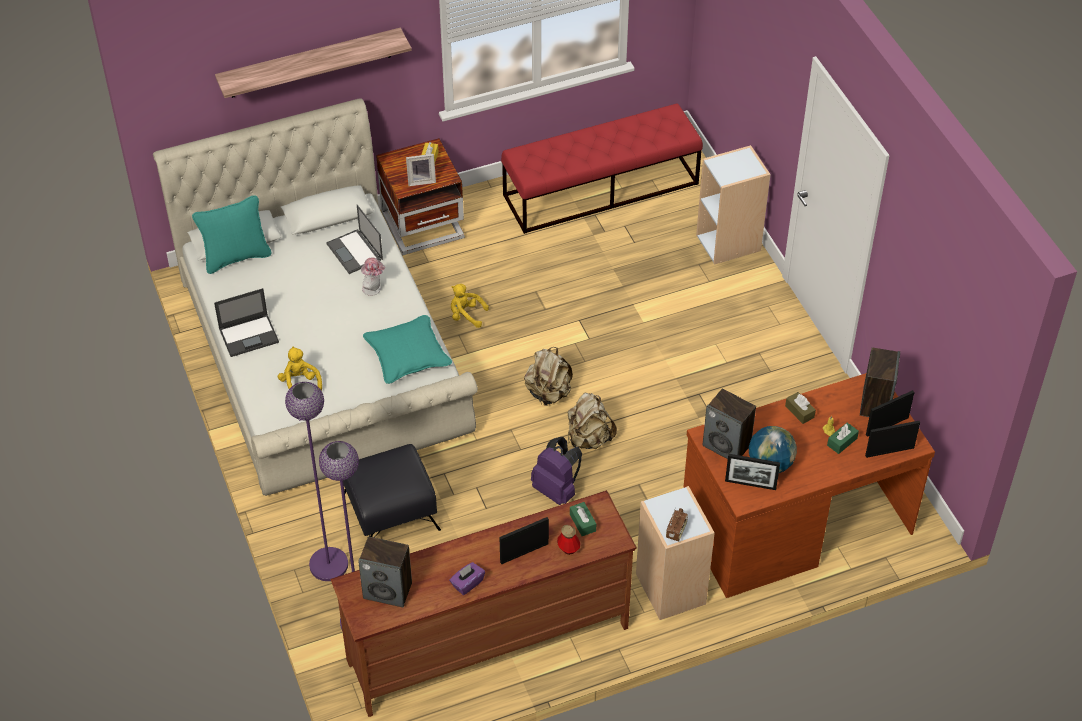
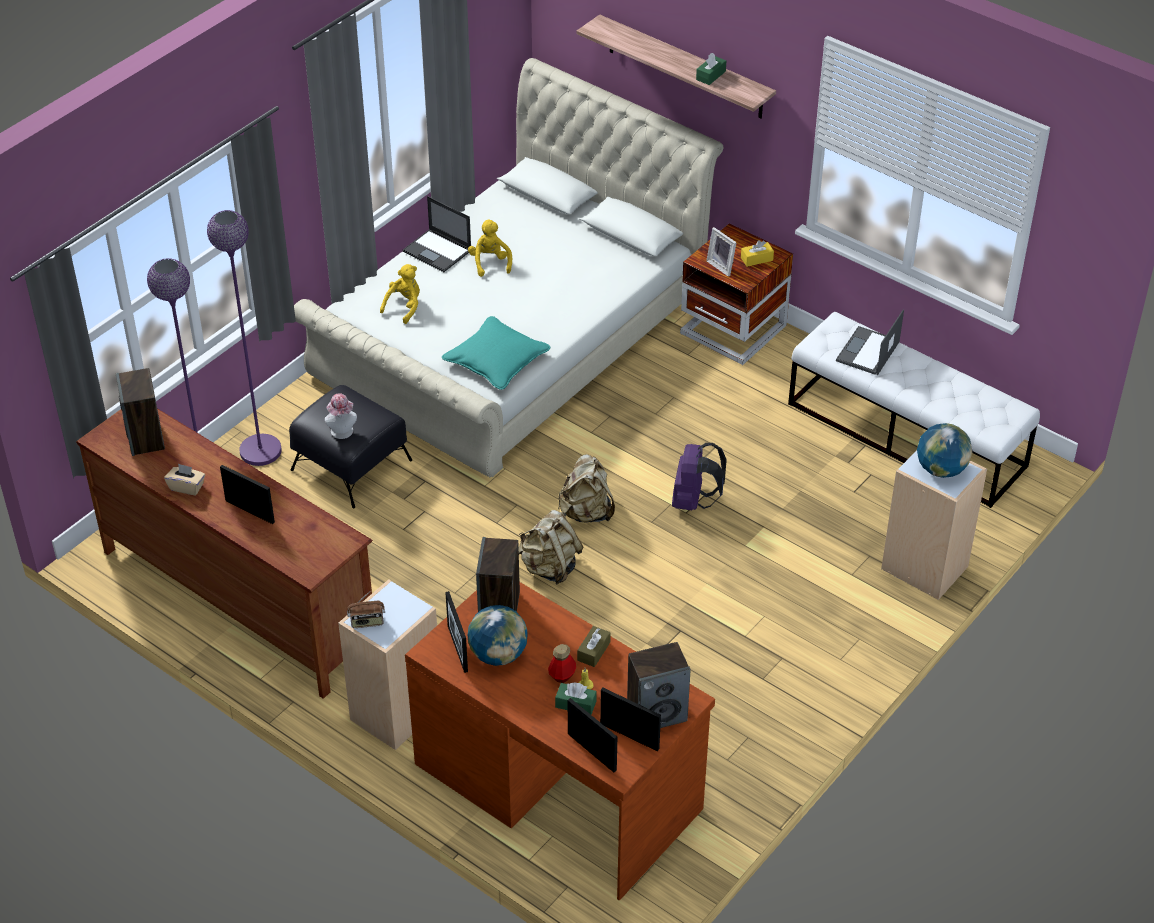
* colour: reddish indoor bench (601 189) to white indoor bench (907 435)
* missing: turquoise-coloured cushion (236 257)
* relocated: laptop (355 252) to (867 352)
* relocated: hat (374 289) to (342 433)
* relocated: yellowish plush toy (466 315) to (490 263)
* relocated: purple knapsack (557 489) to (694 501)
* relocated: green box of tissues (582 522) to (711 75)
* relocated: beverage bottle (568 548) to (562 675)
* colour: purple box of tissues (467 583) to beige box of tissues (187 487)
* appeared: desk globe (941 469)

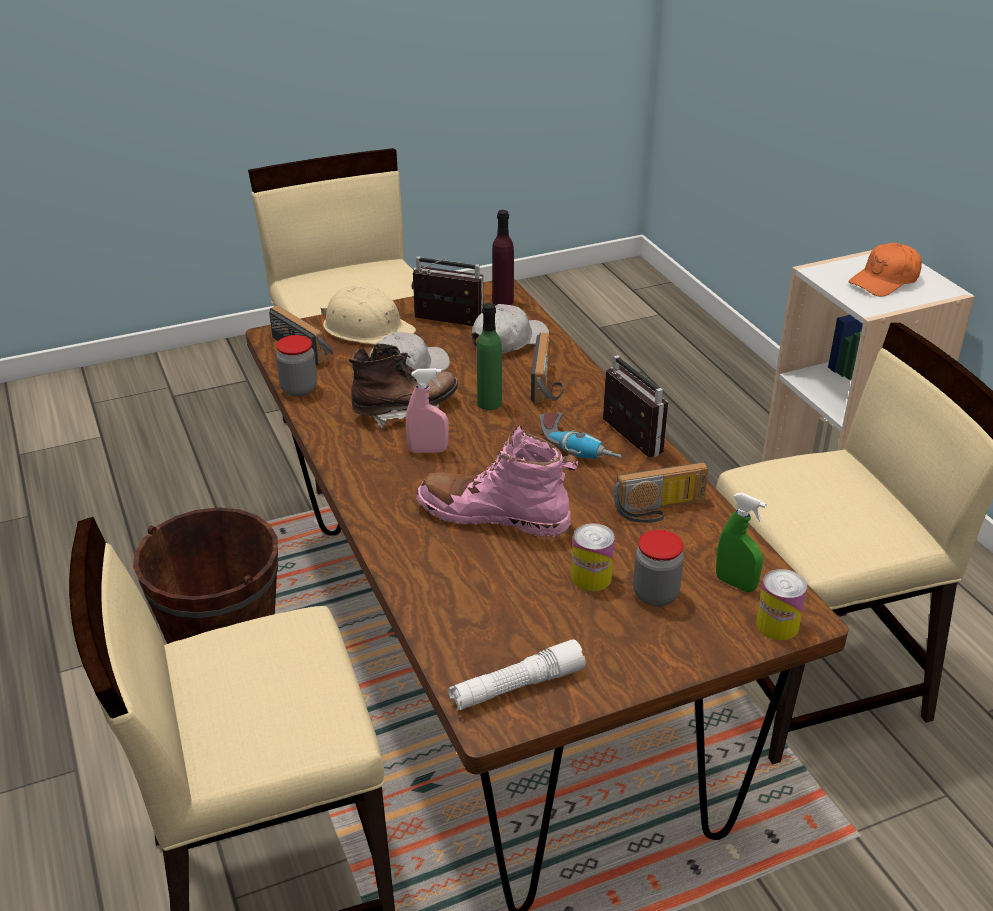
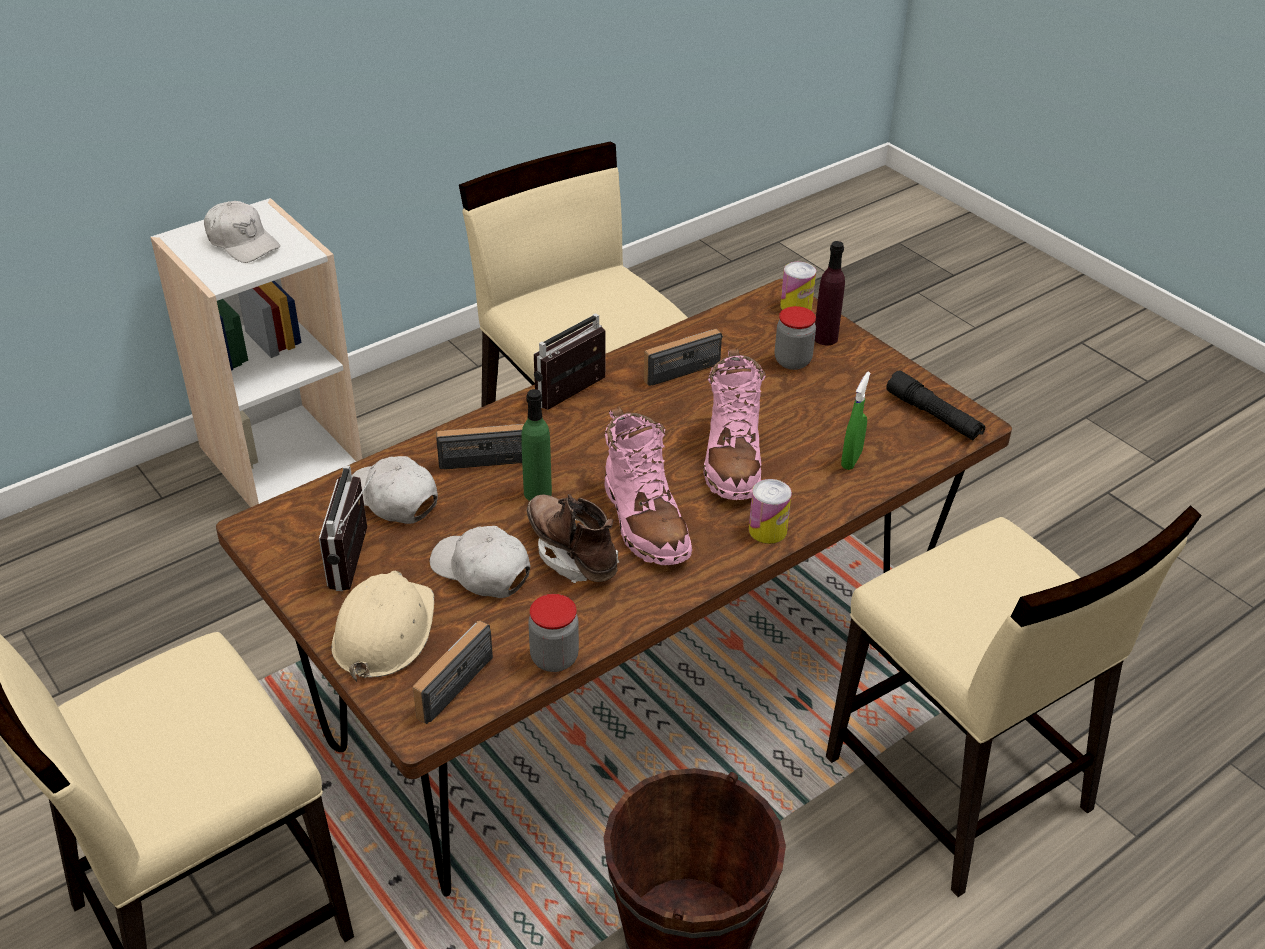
* relocated: purple beverage bottle (502 301) to (825 338)
* colour: orange-coloured peaked cap (885 281) to white peaked cap (242 242)
* exchanged: pink hand sprayer (428 450) to pink boot (644 521)
* missing: electric drill (578 447)
* spun: radio receiver (660 510) = (680 367) 90 degrees counterclockwise
* relocated: green hand sprayer (735 583) to (851 459)
* relocated: sealed can (591 577) to (767 530)
* colour: white flashlight (516 687) to black flashlight (933 416)

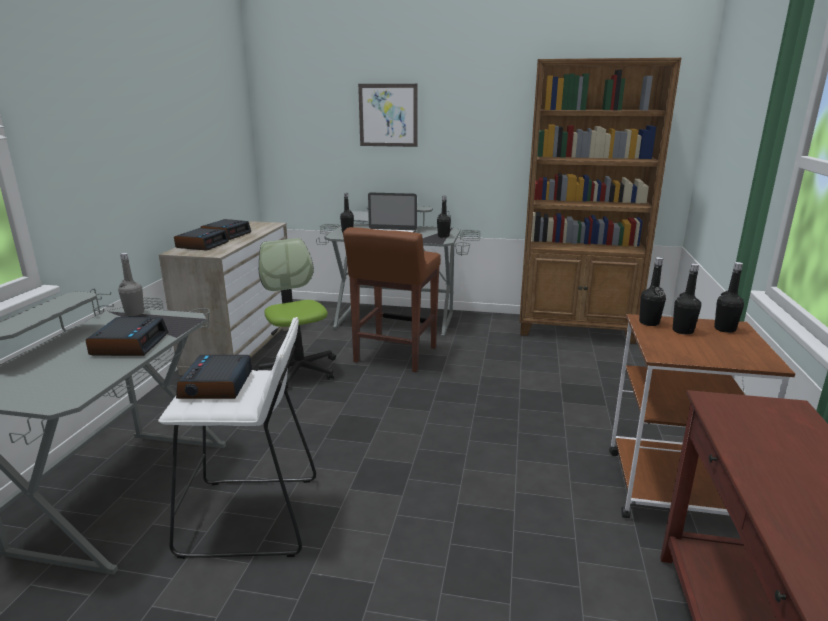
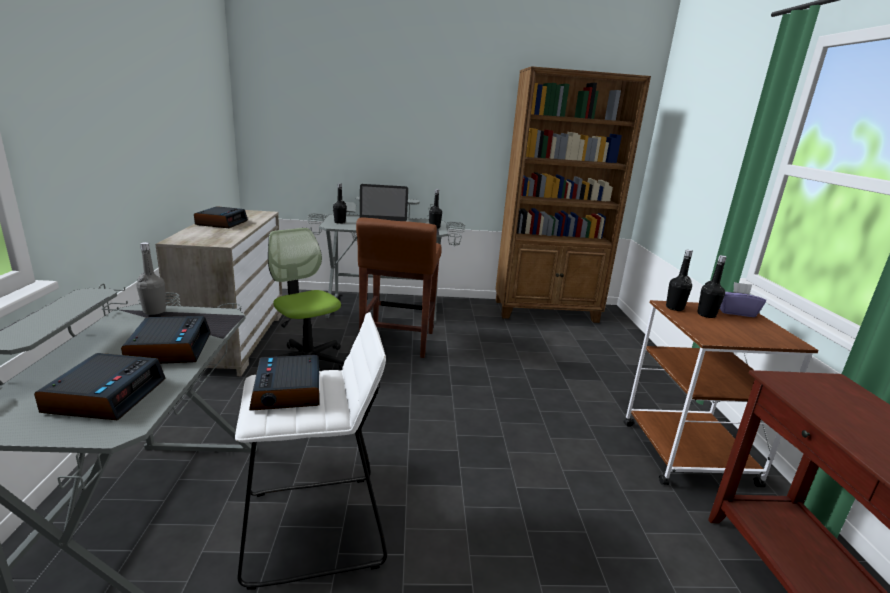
* missing: picture (388 115)
* relocated: table clock (202 244) to (106 395)
* exchanged: black beverage bottle (724 329) to purple box of tissues (735 312)

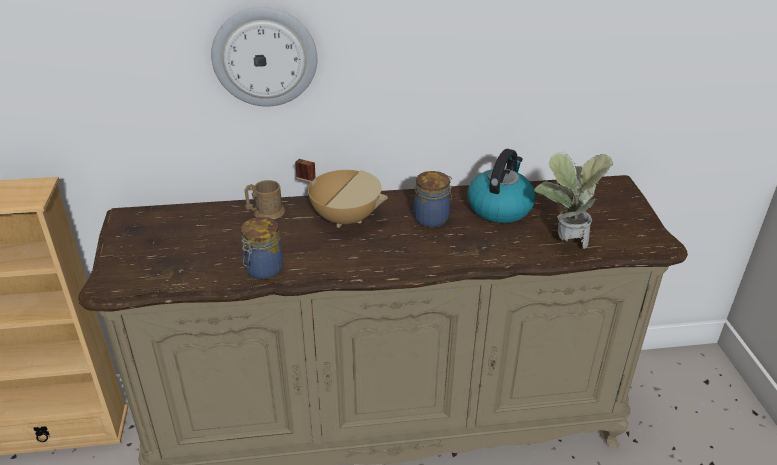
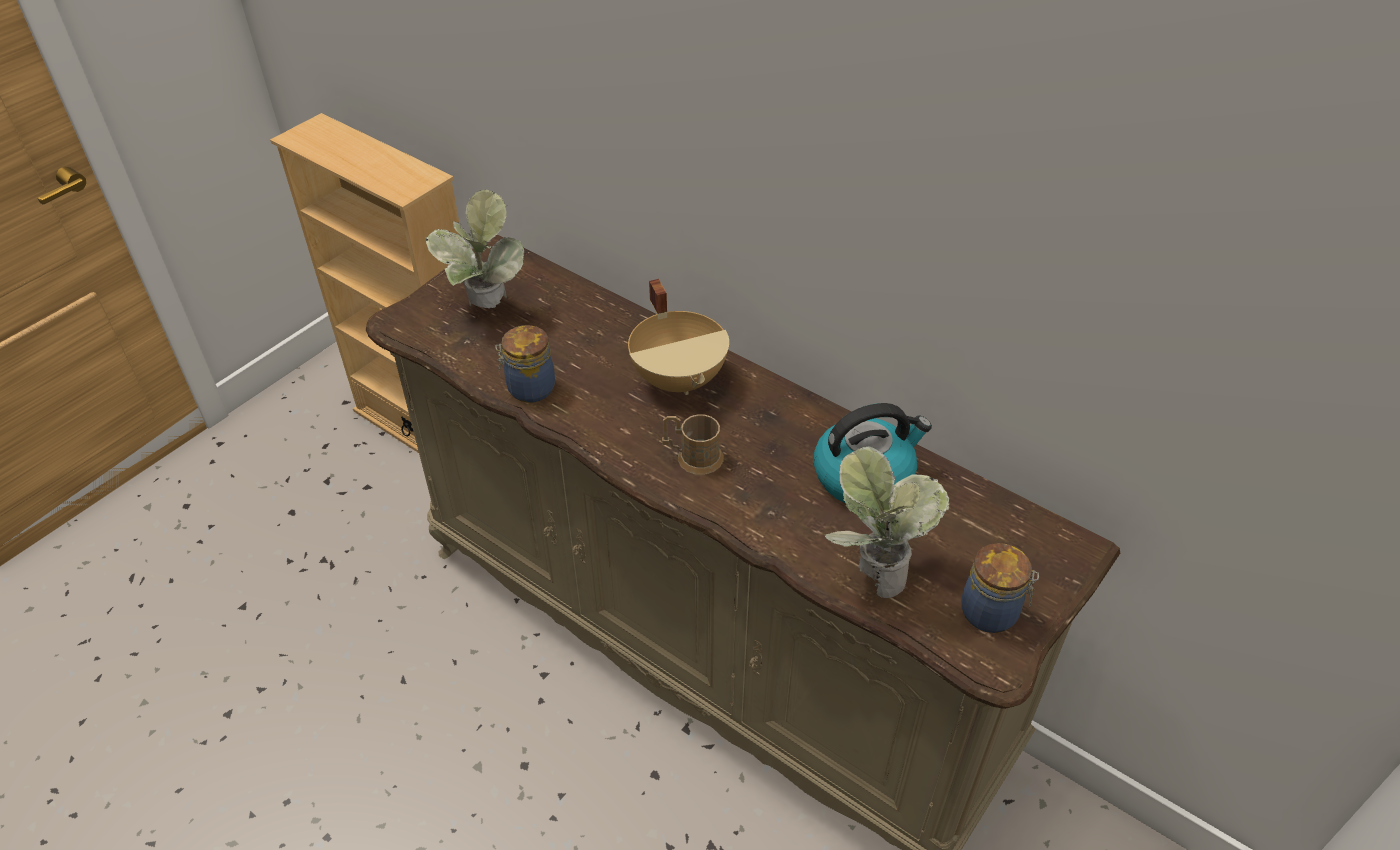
* missing: wall clock (265 57)
* relocated: preserve jar (432 218) to (991 613)
* relocated: brown-coloured tea mug (265 213) to (693 457)
* appeared: houseplant (486 311)

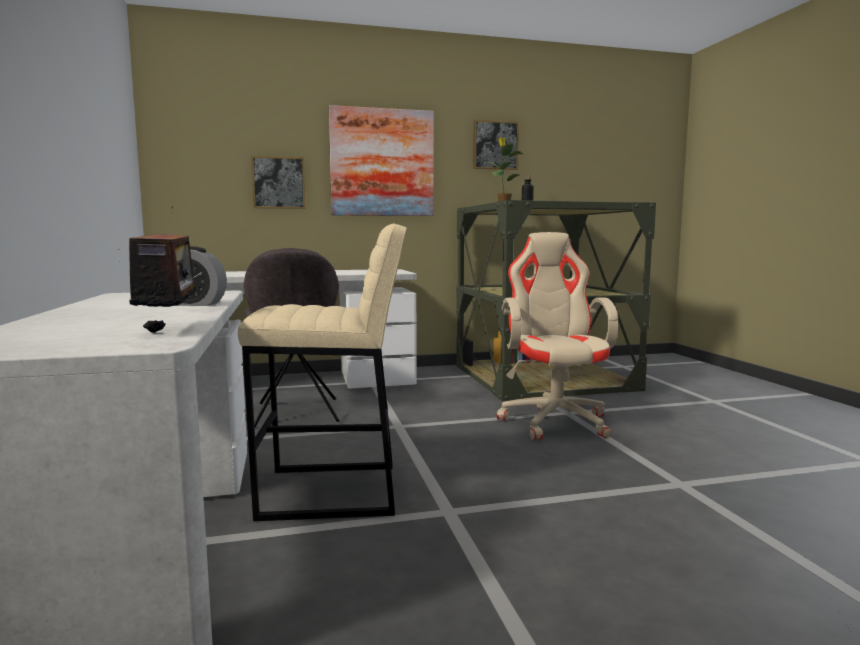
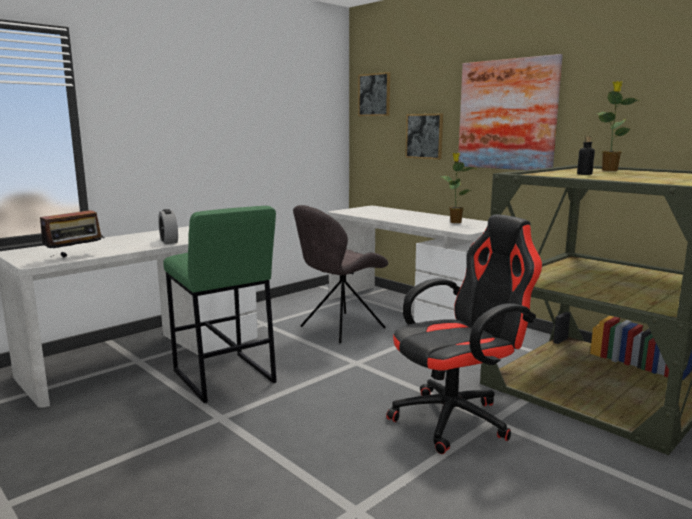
* relocated: picture (495 145) to (374 95)
* colour: beige sitting stool (334 491) to green sitting stool (225 377)
* colour: beige computer chair (554 420) to black computer chair (458 418)
* appeared: houseplant (455 222)

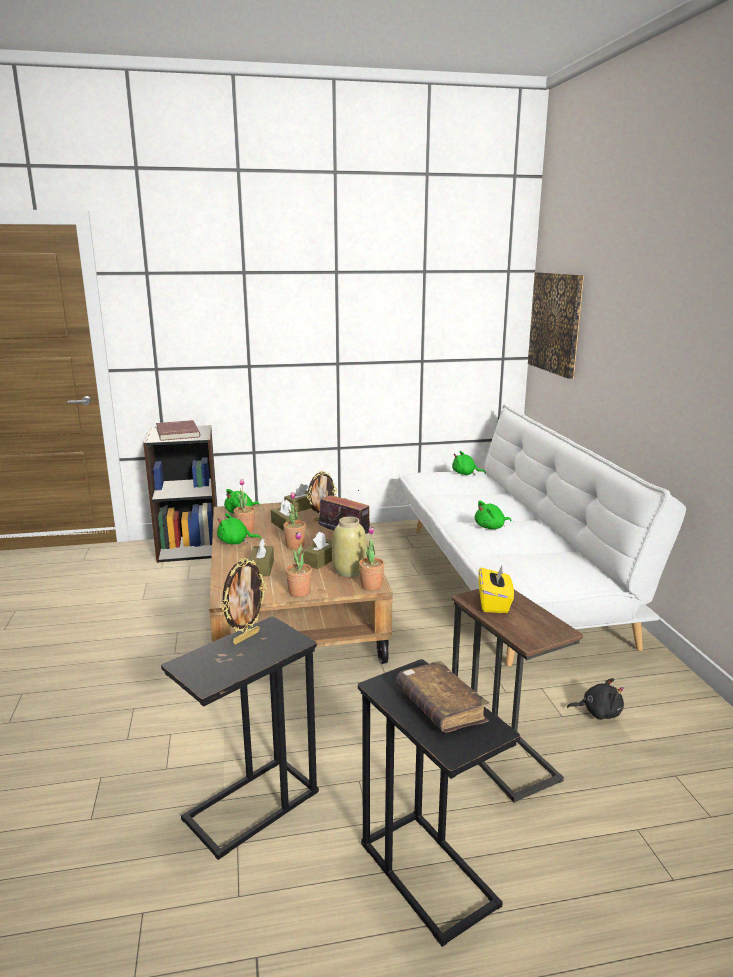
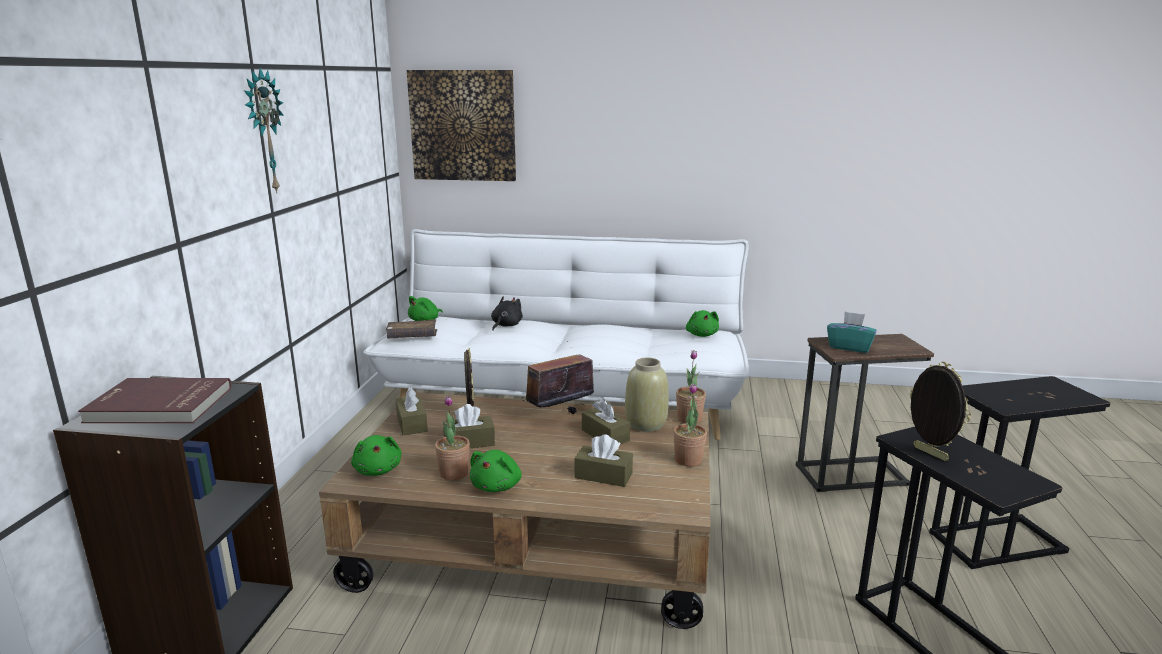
* missing: houseplant (295 545)
* relocated: green plush toy (491 527) to (702 335)
* colour: yellowish box of tissues (494 603) to turquoise-coloured box of tissues (849 347)
* relocated: brown-coloured book (440 706) to (412 336)
* relocated: black plush toy (598 712) to (506 325)
* appeared: wall clock (263 132)

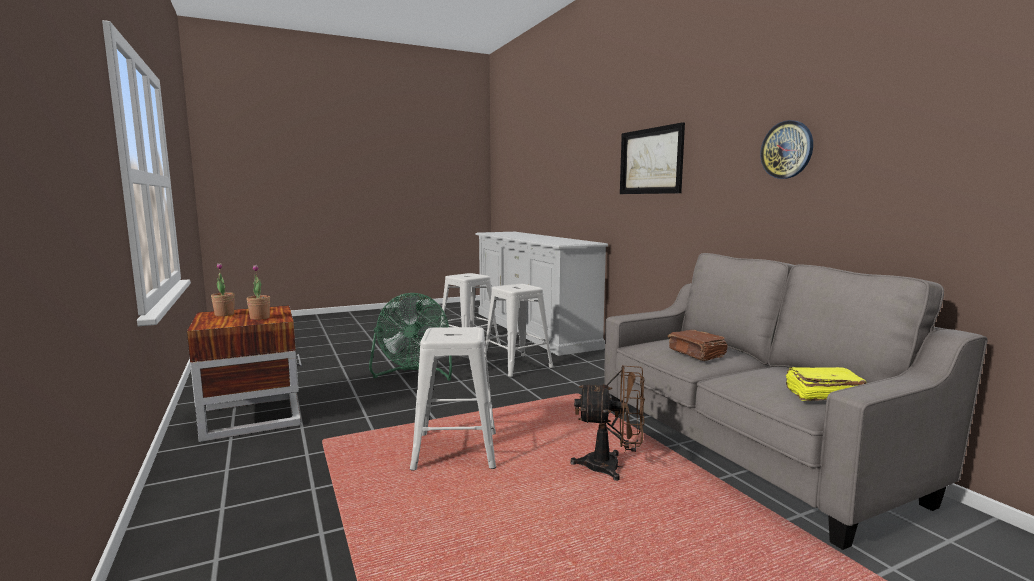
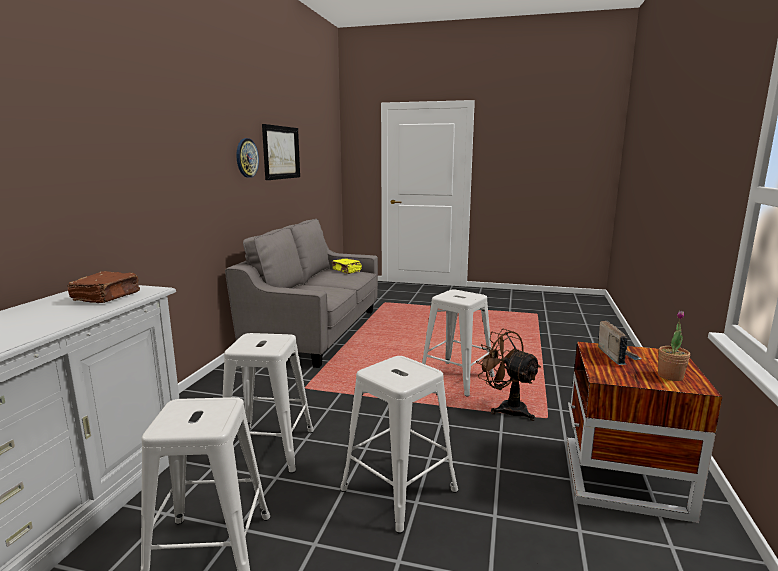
* relocated: picture (651 161) to (281 152)
* exchanged: houseplant (260 318) to radio receiver (617 356)
* exchanged: green fan (413 373) to white sitting stool (398 490)
* relocated: brown-coloured book (696 354) to (107 297)
* relocated: brown-coloured fan (612 467) to (507 408)

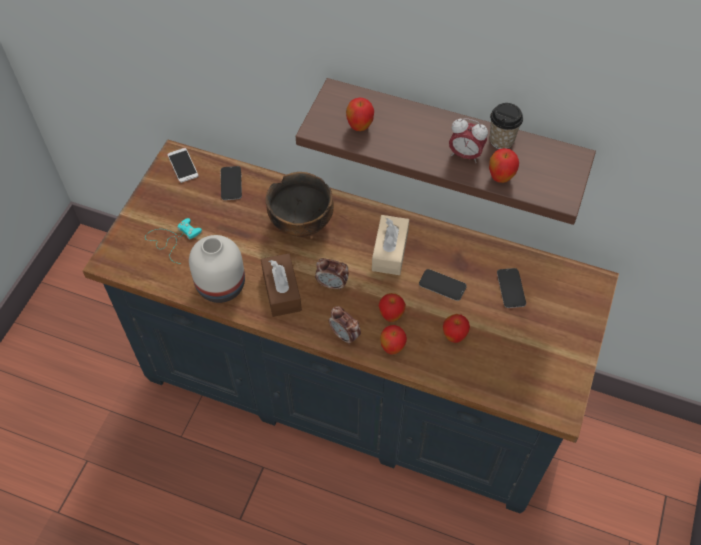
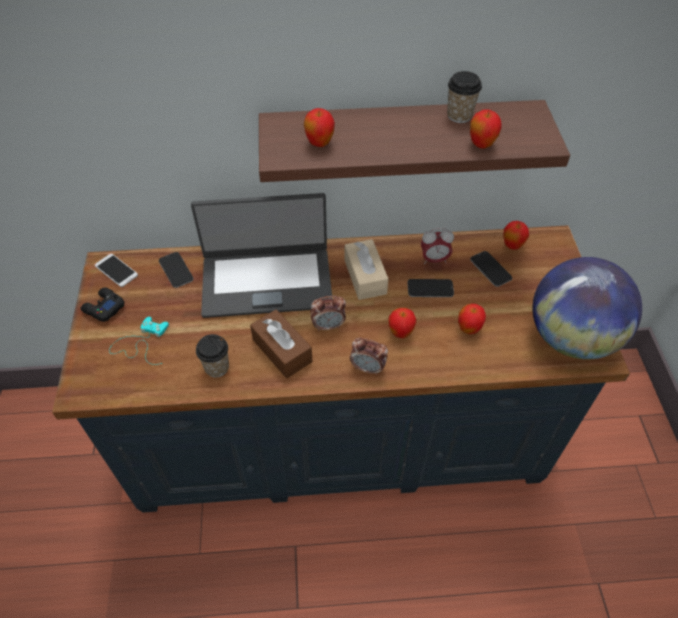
* relocated: table clock (465 155) to (434 260)
* exchanged: serving bowl (302 222) to laptop (266 281)
* exchanged: white decorative vase (222 284) to drinking cup (217 367)
* relocated: whole apple (392 348) to (512 246)
* appeared: desk globe (571 337)
* appeared: black gamepad (103 308)

